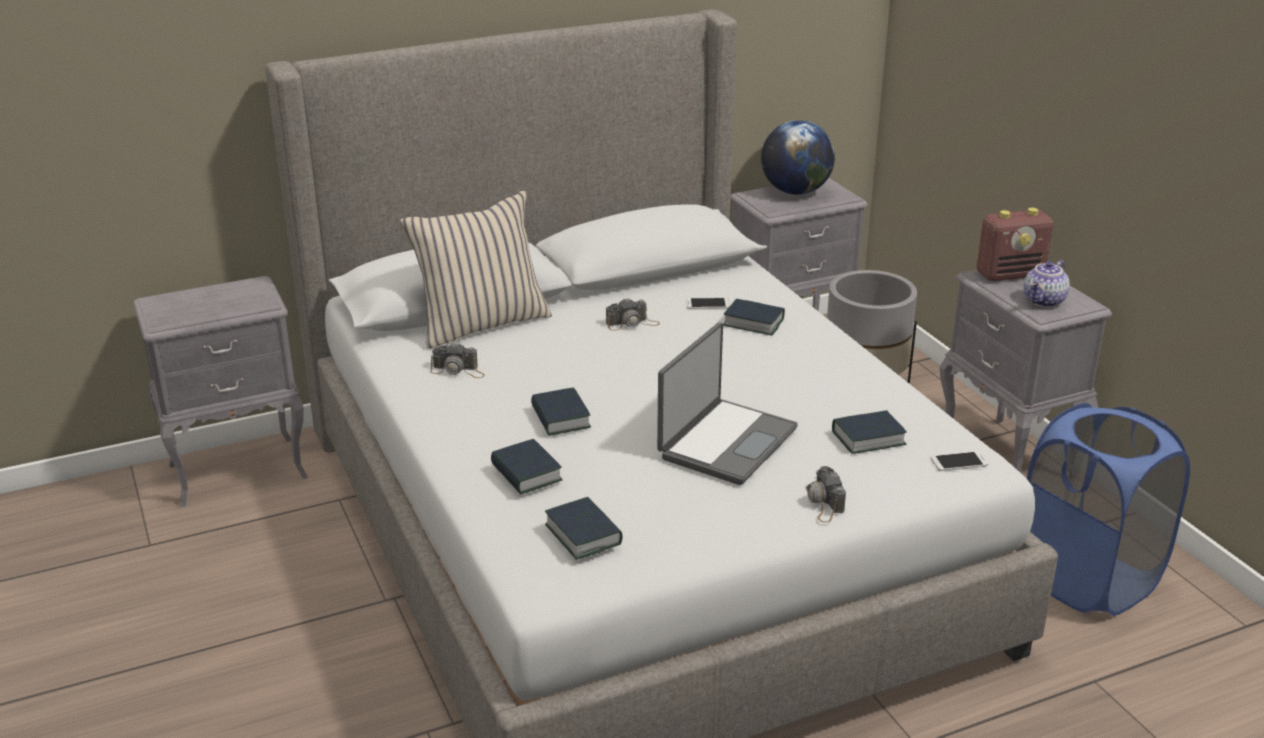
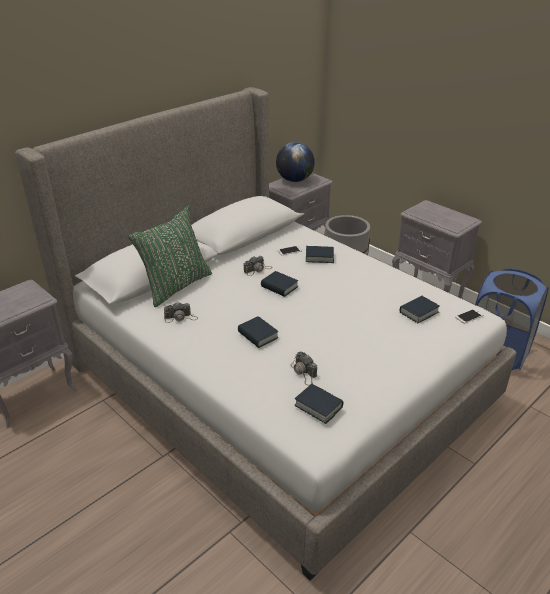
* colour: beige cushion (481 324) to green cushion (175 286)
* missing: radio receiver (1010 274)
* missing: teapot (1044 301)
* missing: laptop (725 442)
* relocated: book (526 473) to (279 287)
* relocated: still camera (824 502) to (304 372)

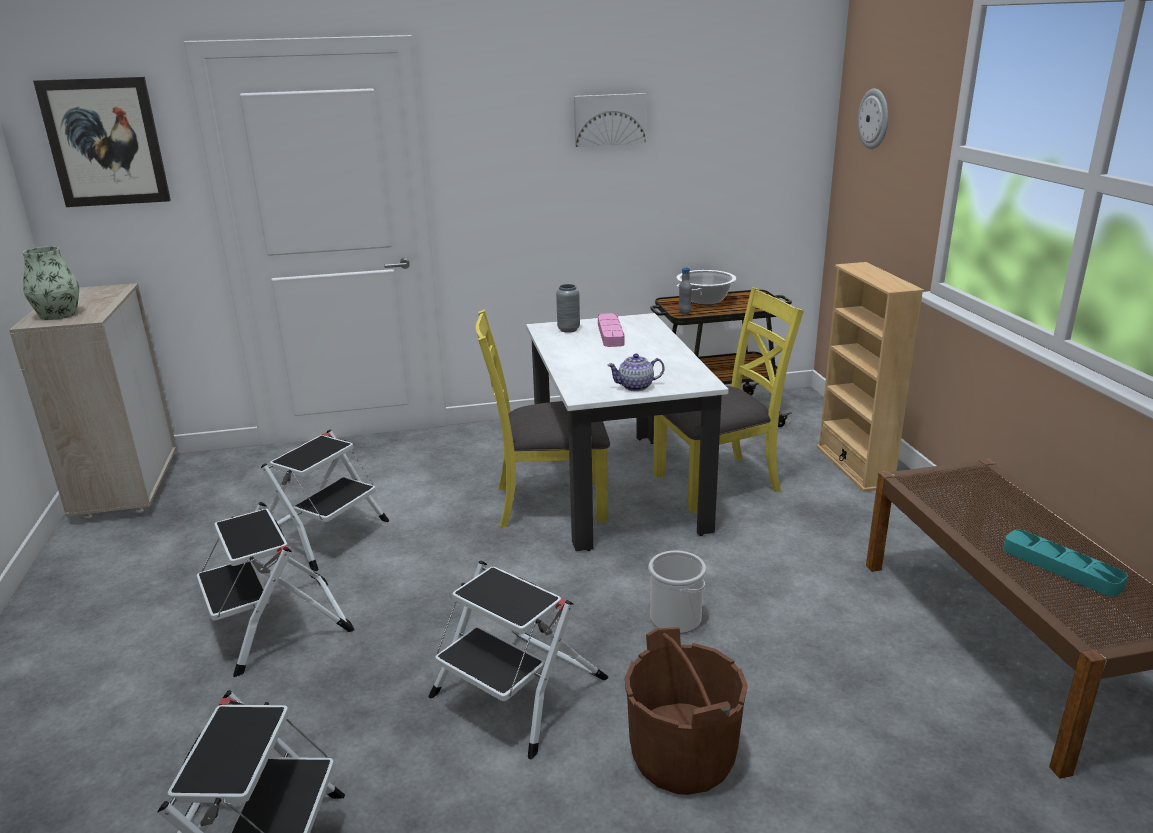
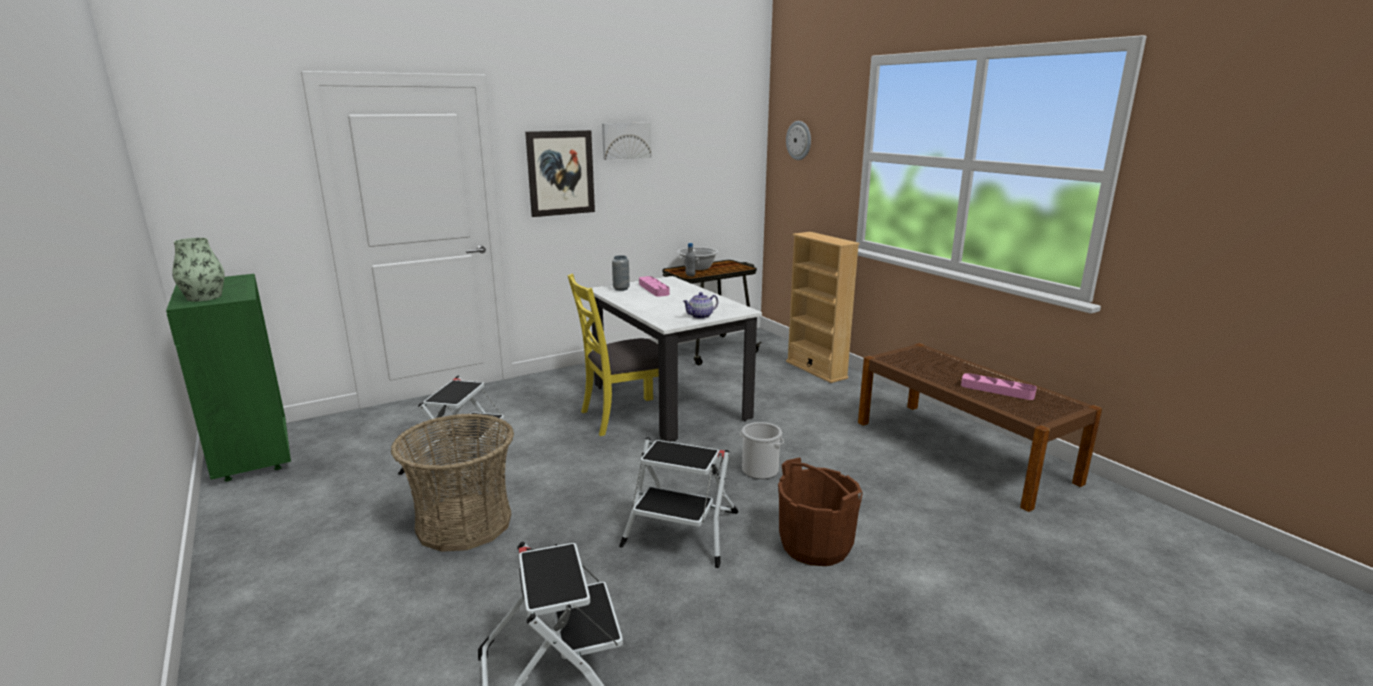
* relocated: picture (105 142) to (560 173)
* colour: beige storage cabinet (127 488) to green storage cabinet (252 454)
* missing: yellowish chair (718 482)
* exchanged: step ladder (278 623) to storage basket (464 523)
* colour: turquoise-coloured serving tray (1061 567) to pink serving tray (997 390)

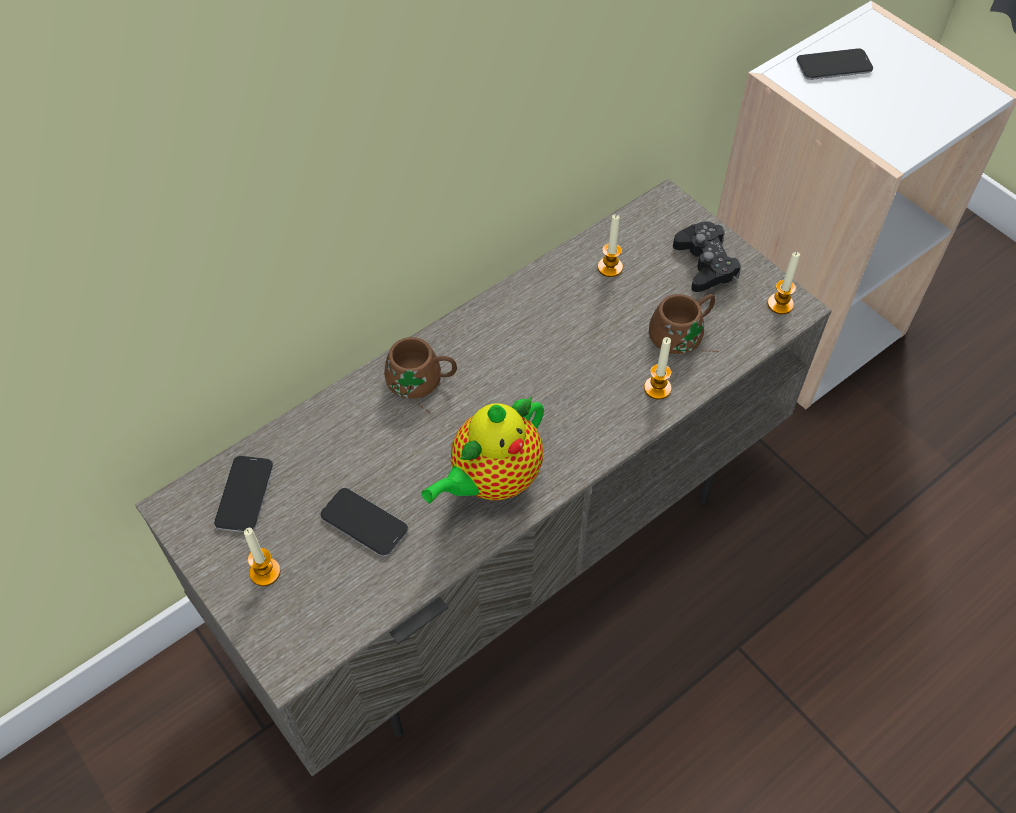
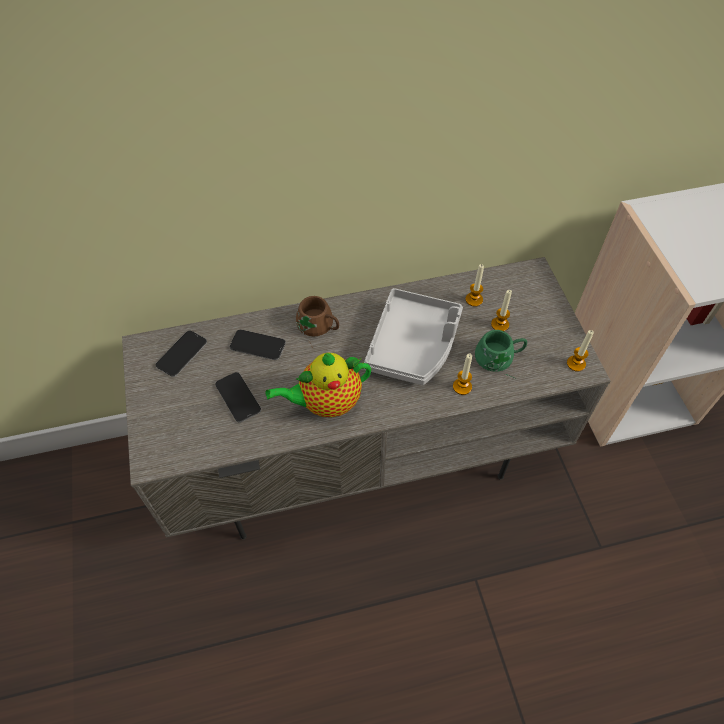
* relocated: handset (834 66) to (258 345)
* missing: black gamepad (705 263)
* colour: brown-coloured tea mug (685 335) to green tea mug (499 360)
* relocated: candle (265 572) to (500 324)
* appeared: gray serving tray (413 345)

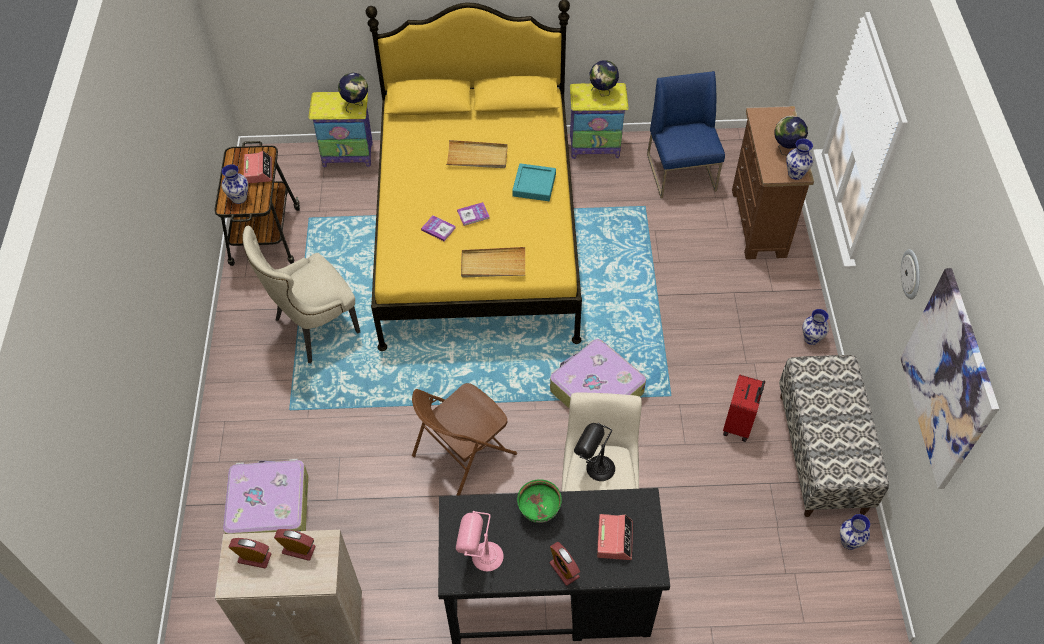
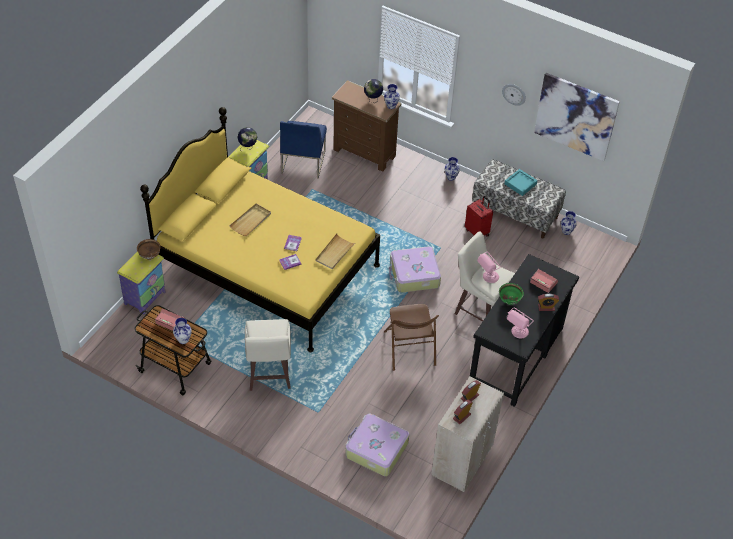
* spun: bluish chair (682 173) = (303 161) 105 degrees counterclockwise
* exchanged: desk globe (356 105) to brown-coloured serving bowl (149 256)
* relocated: turquoise-coloured serving tray (534 185) to (520 184)
* exchanged: beige chair (315 328) to beige sitting stool (269 374)
* colour: black tabletop lamp (594 466) to pink tabletop lamp (488 278)

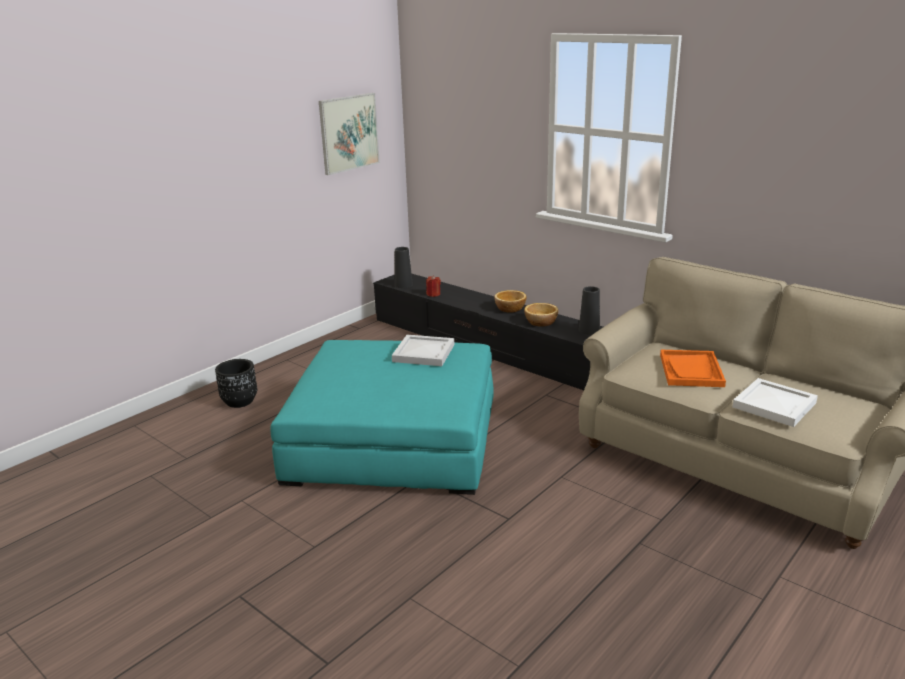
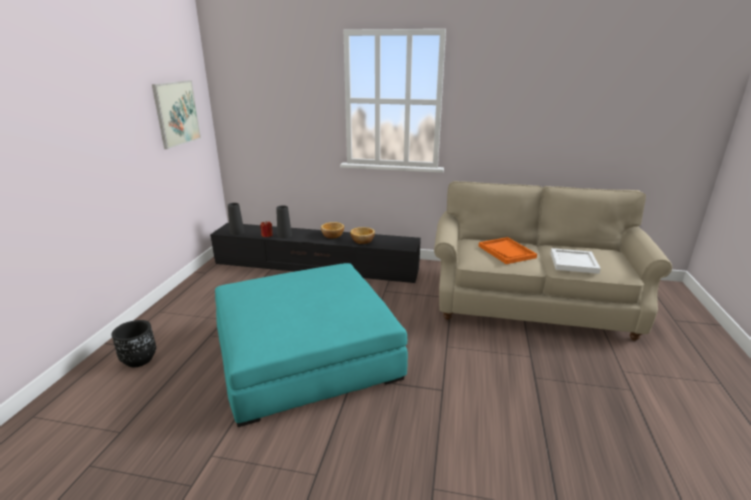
* relocated: black decorative vase (589 330) to (284 235)
* missing: white serving tray (423 352)

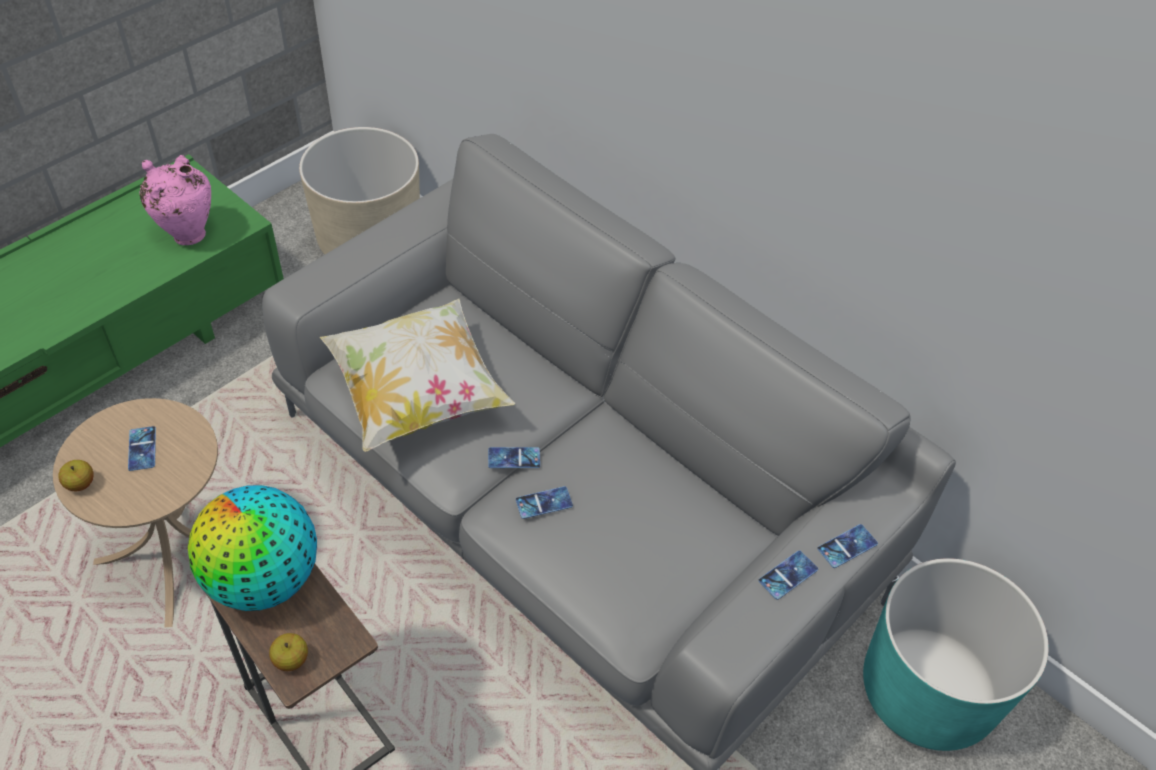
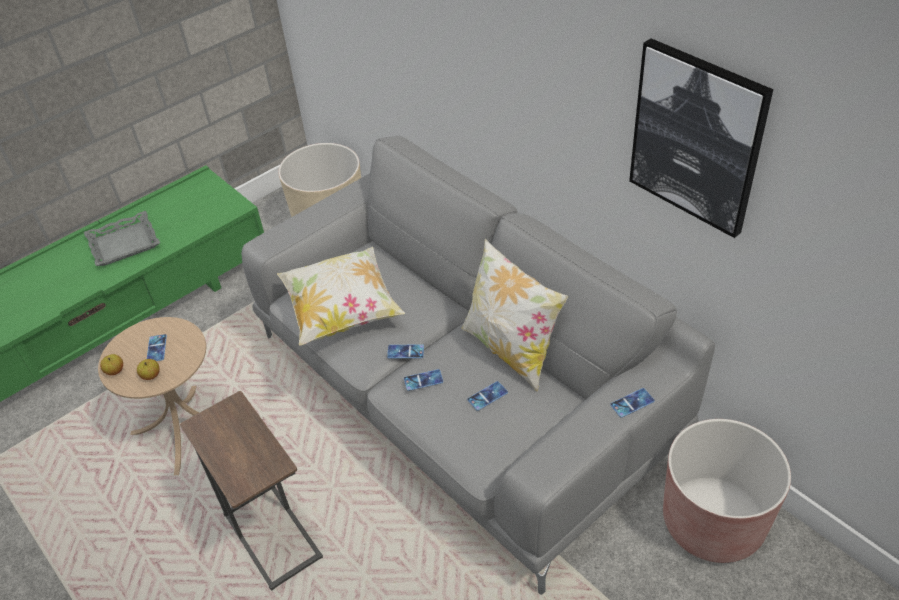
* missing: pink decorative vase (188 233)
* missing: desk globe (263 580)
* relocated: handset (788 575) to (487 396)
* colour: turquoise-coloured plant pot (927 691) to brown-coloured plant pot (712 522)
* relocated: whole apple (291 660) to (151 375)
* appeared: picture (697 137)
* appeared: gray serving tray (124 244)
* appeared: cushion (511 350)

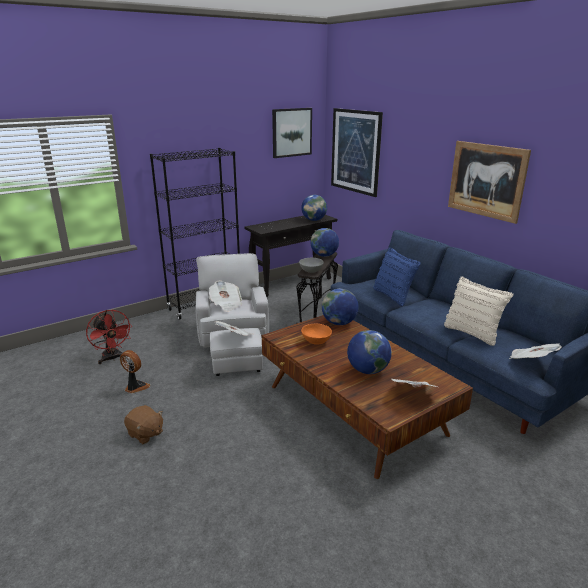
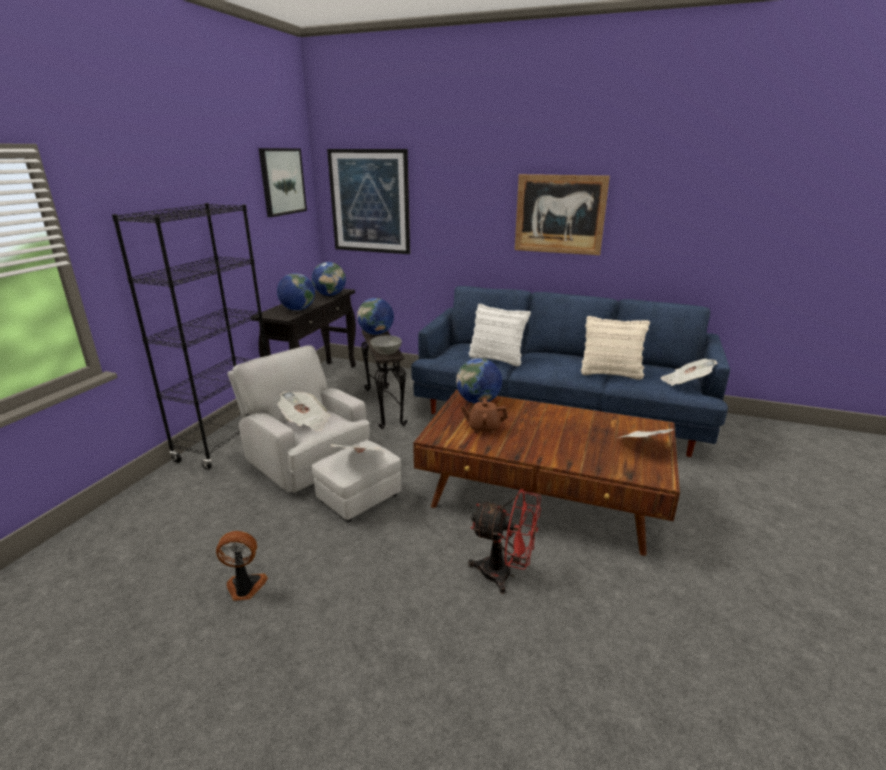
* colour: bluish cushion (393 297) to white cushion (497 359)
* relocated: reddish fan (112 358) to (504 574)
* exchanged: orange-coloured serving bowl (316 341) to brown-coloured teapot (483 428)
* relocated: desk globe (367 370) to (298 309)
* missing: brown-coloured plush toy (145 434)

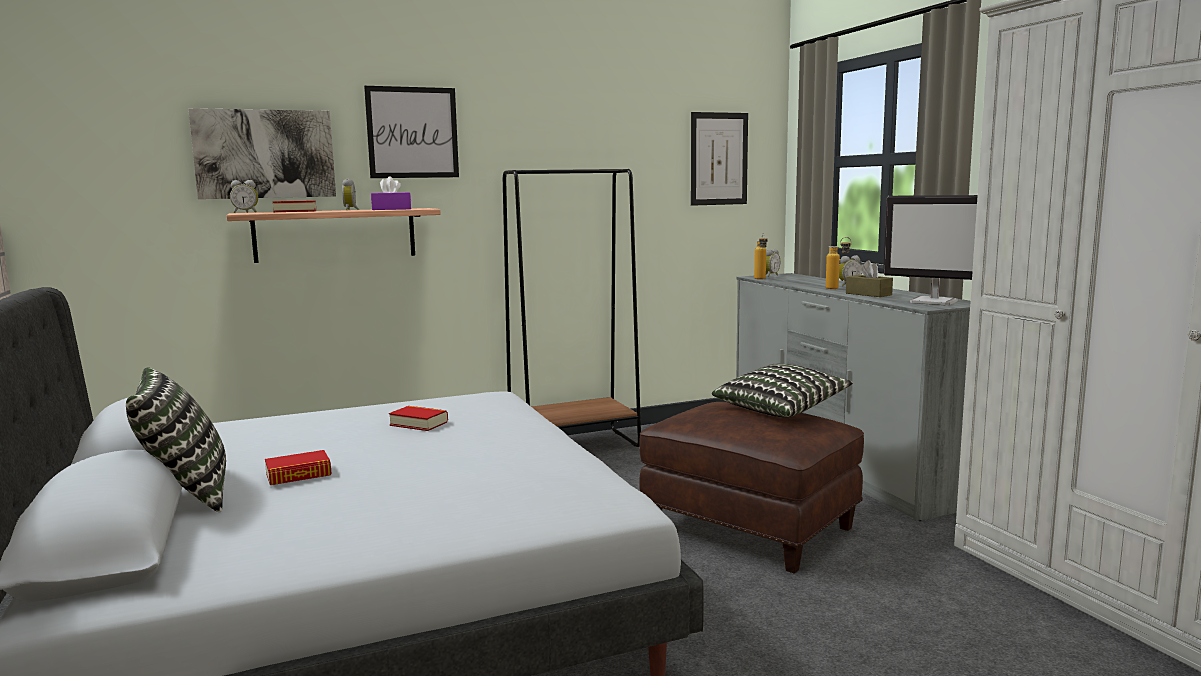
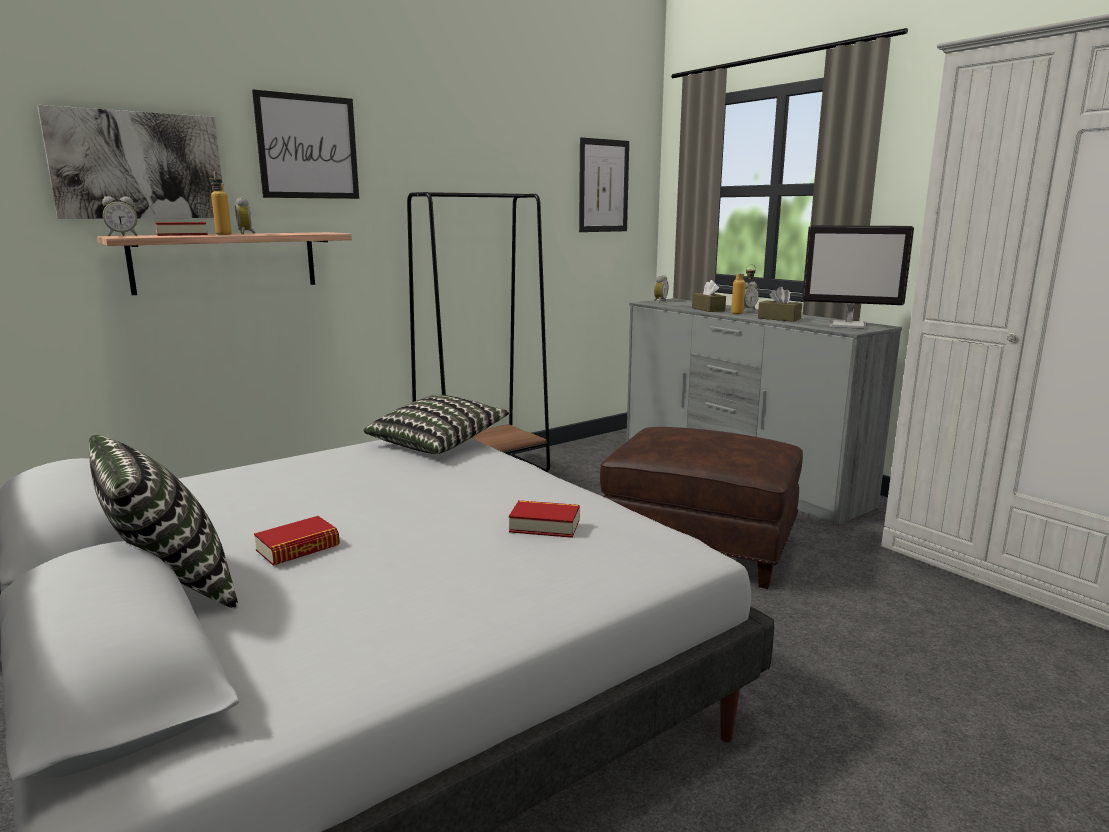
* missing: purple box of tissues (391 209)
* relocated: beverage bottle (761 279) to (223 234)
* relocated: cushion (781 409) to (438 443)
* relocated: book (419 423) to (545 525)
* appeared: brown-coloured box of tissues (708 309)

